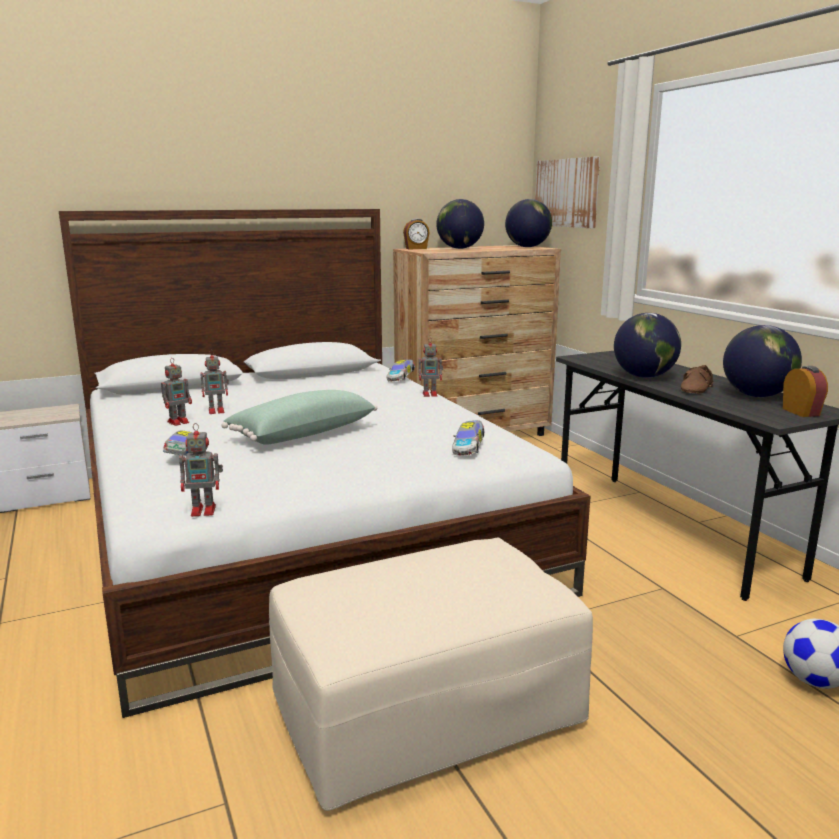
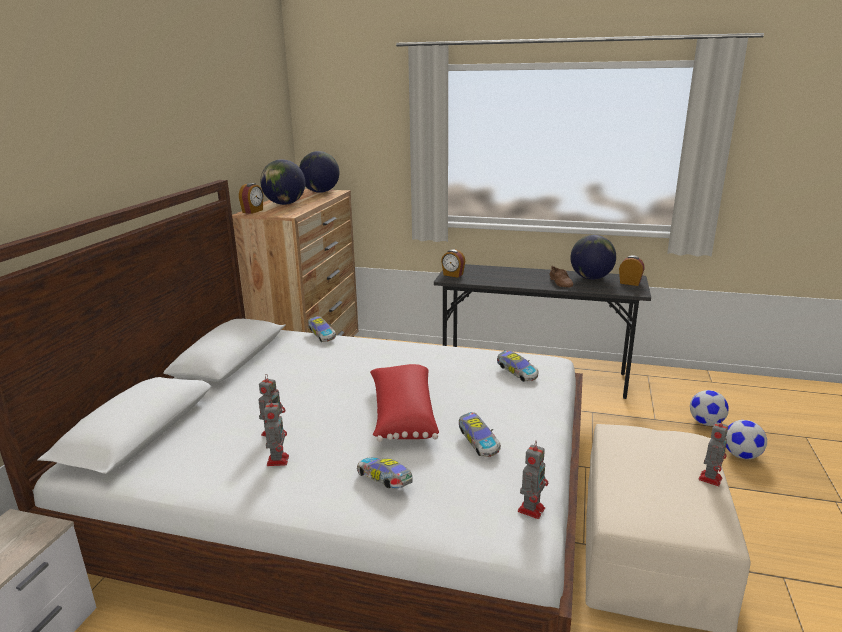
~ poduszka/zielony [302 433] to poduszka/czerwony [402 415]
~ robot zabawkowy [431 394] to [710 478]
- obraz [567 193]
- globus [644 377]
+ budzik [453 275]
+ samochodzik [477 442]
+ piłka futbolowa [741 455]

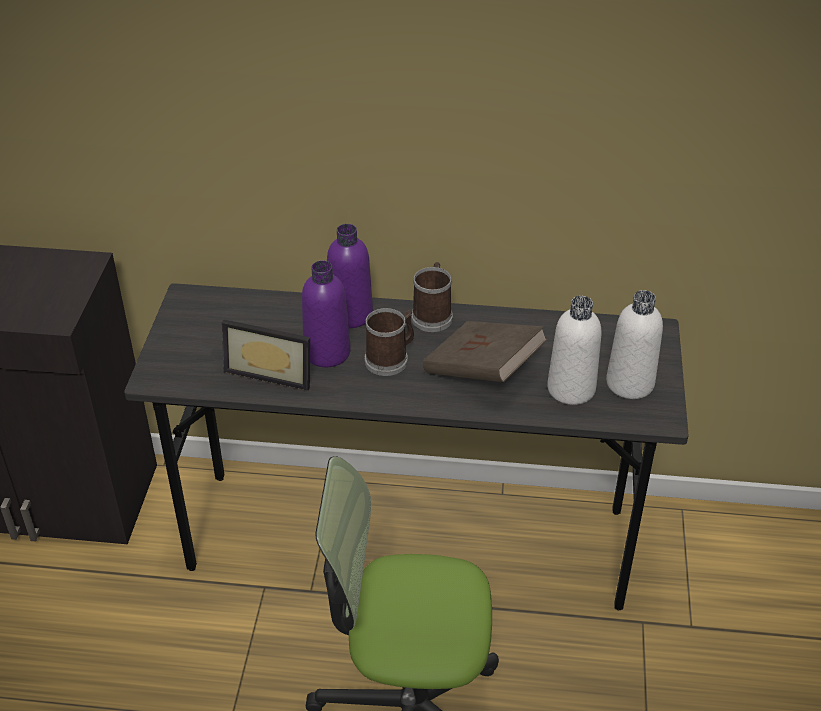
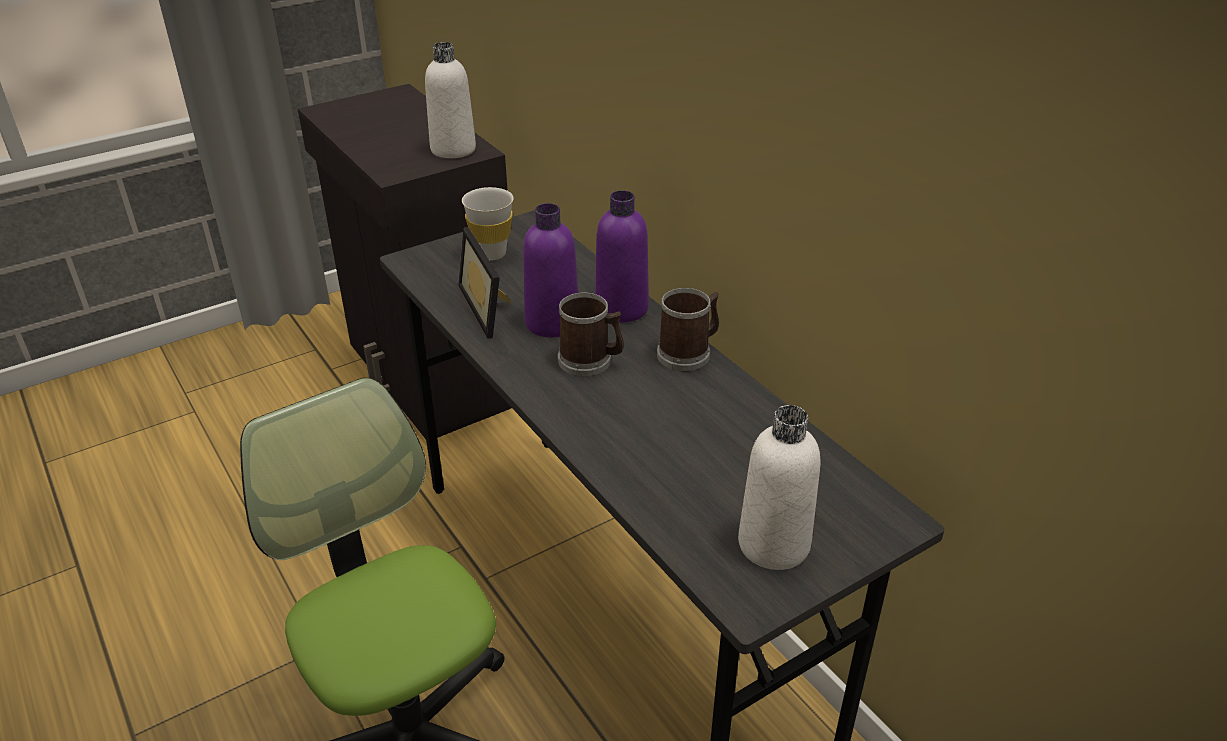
- książka/brązowy [482 371]
~ butelka/biały [571 389] to [453 149]
+ filiżanka/biały [492 254]

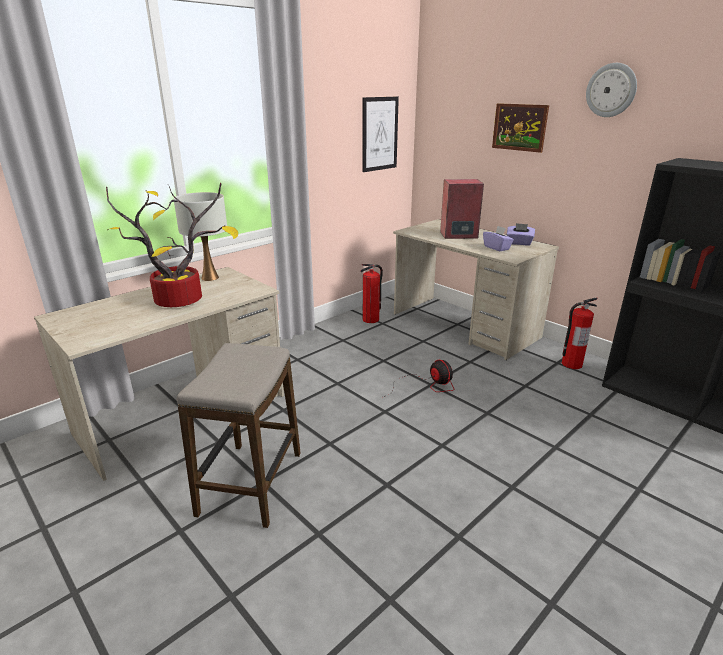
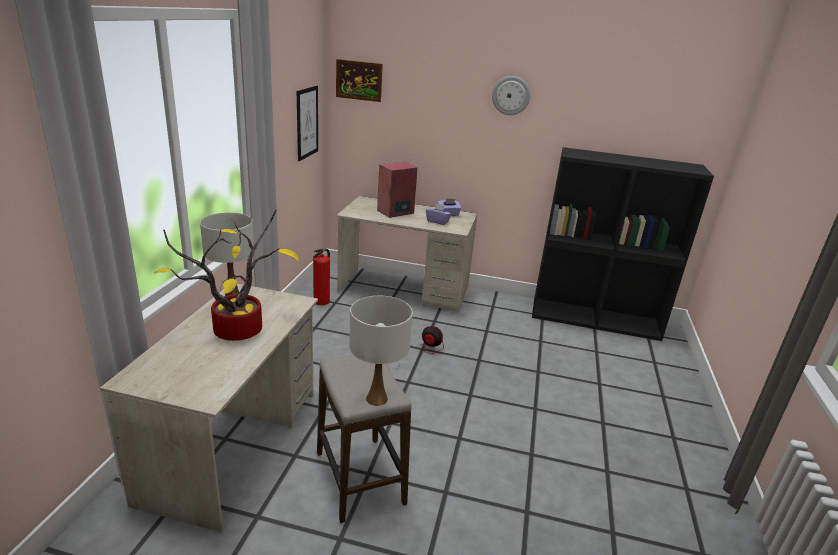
~ obraz [519 127] to [359 80]
- gaśnica [571 364]
+ lampa stołowa/biały [376 398]

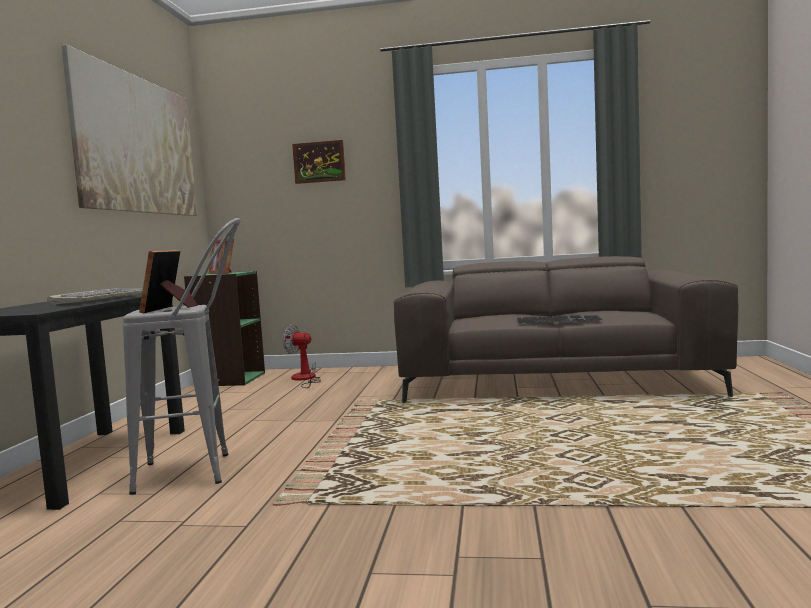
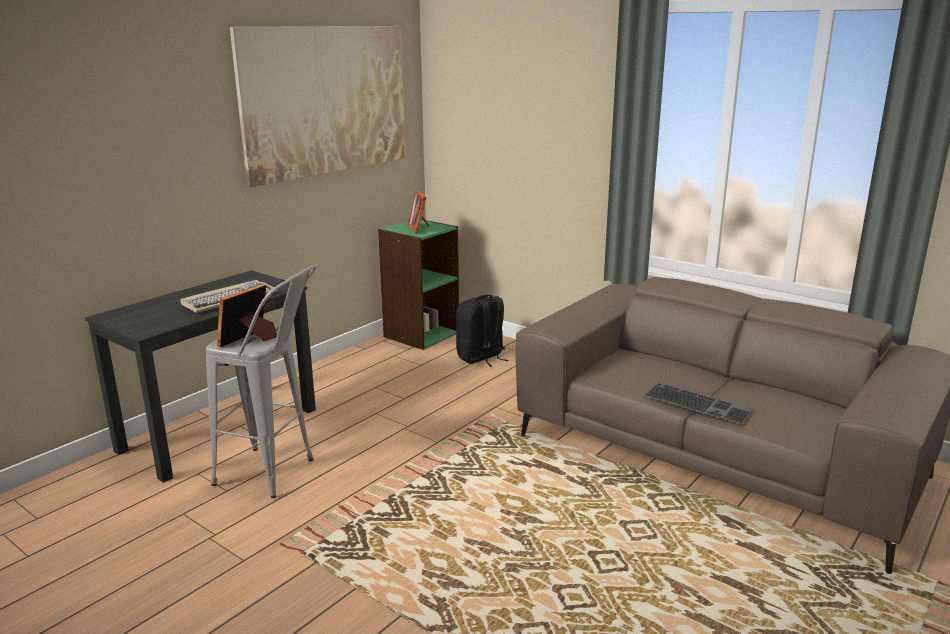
~ wentylator [305 379] to plecak/czarny [481 358]
- obraz [319 162]

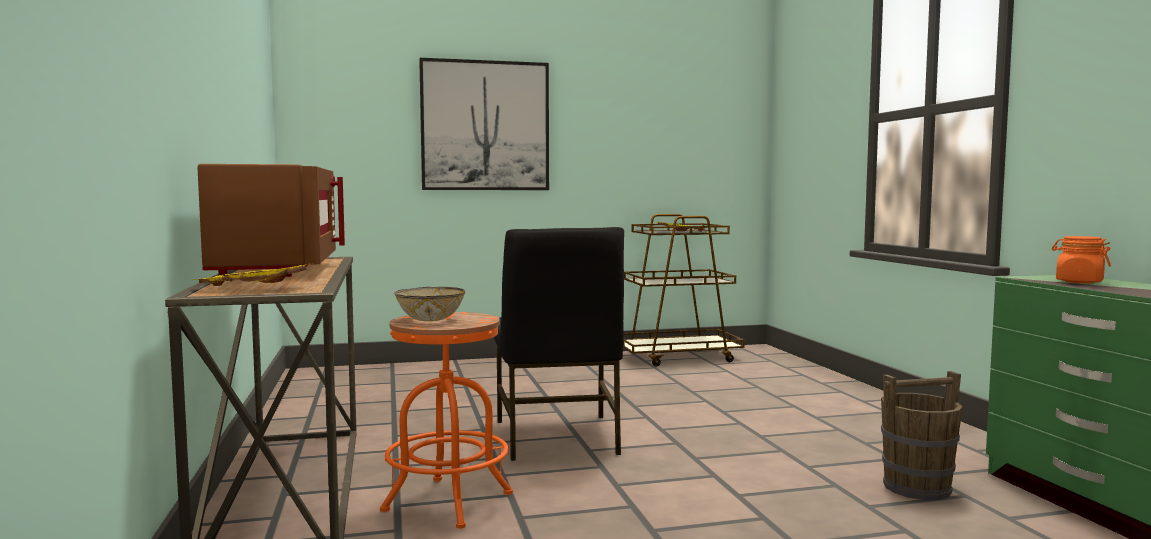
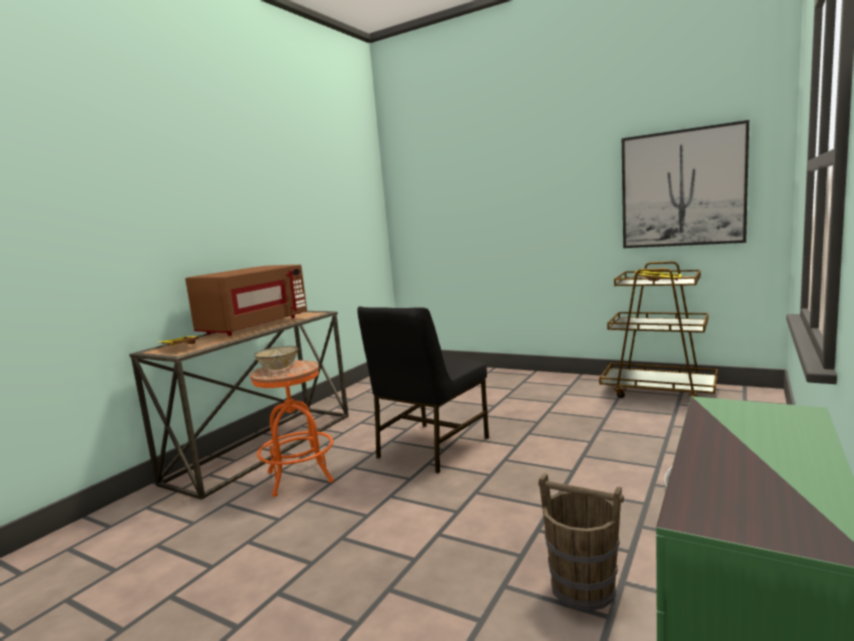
~ obraz [485 126] to [682 188]
- słoik/pomarańczowy [1079 282]

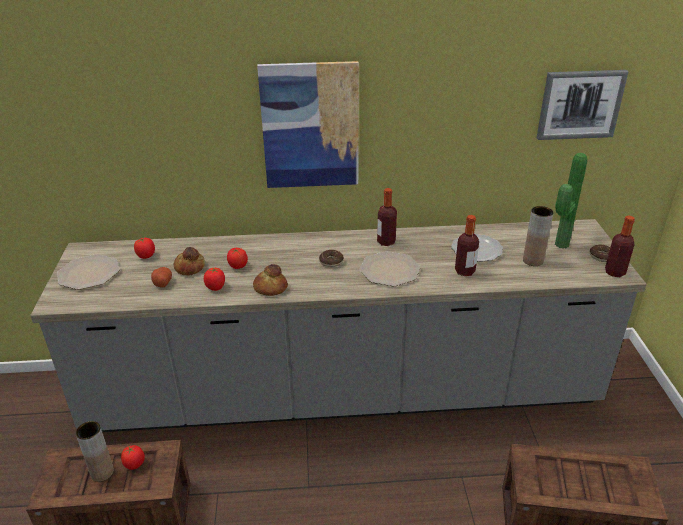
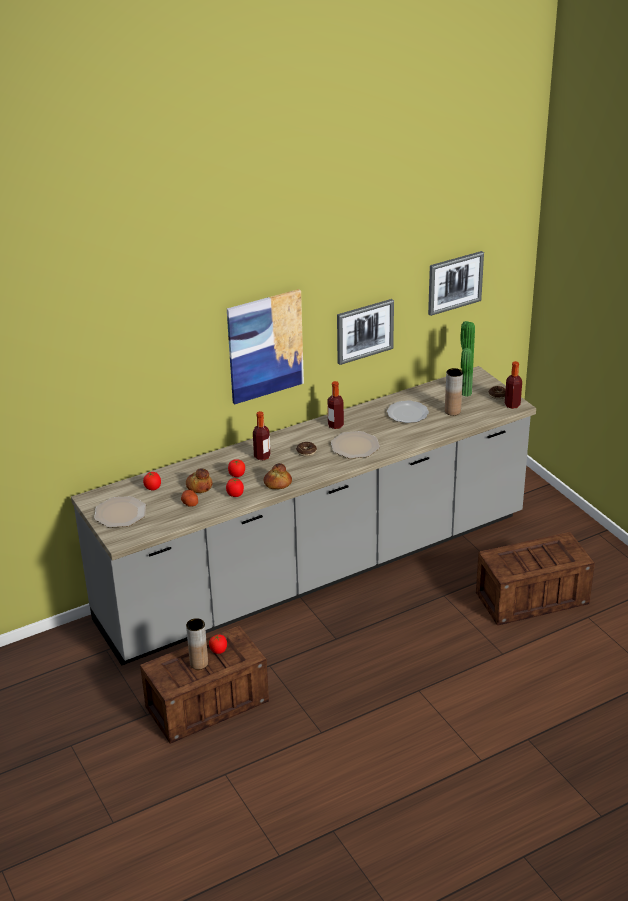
~ butelka [464 271] to [262 456]
+ obraz [364 331]

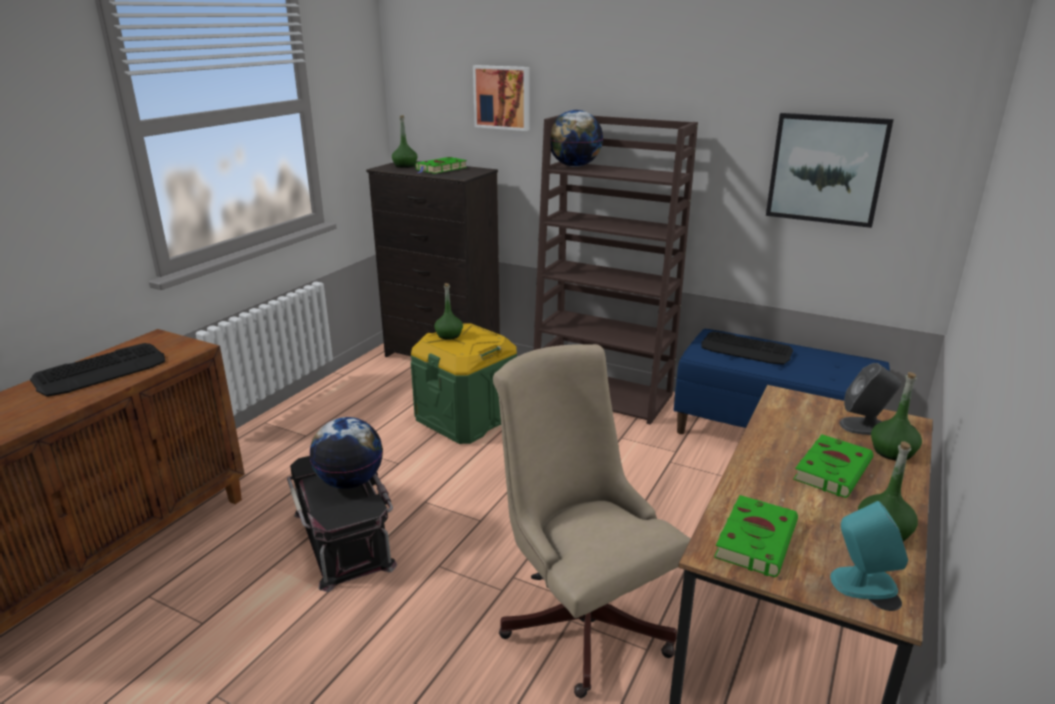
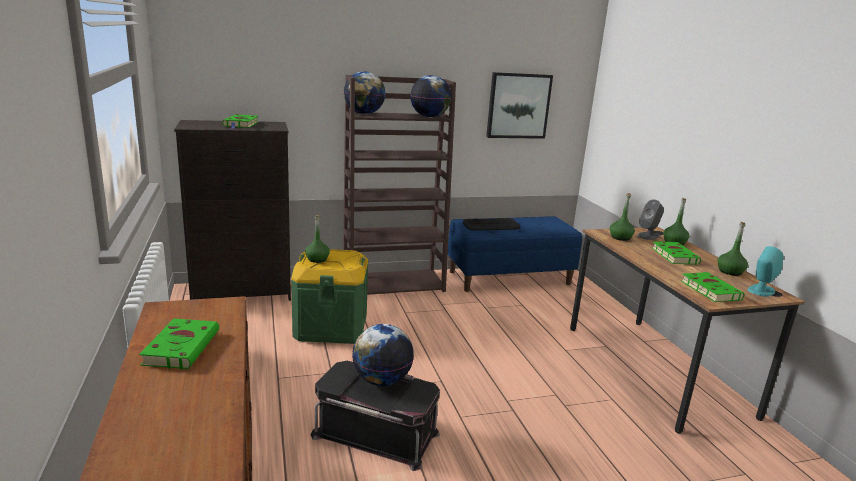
~ klawiatura [101 371] to książka/zielony [182 347]
~ butelka/zielony [405 166] to [620 237]
- obraz [503 97]
- krzesło biurowe/beżowy [581 617]
+ globus [429 117]

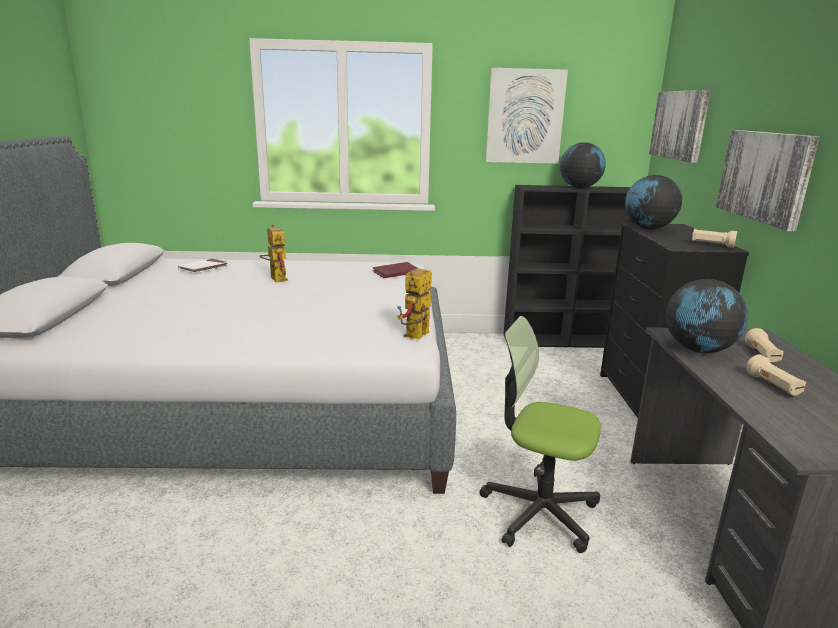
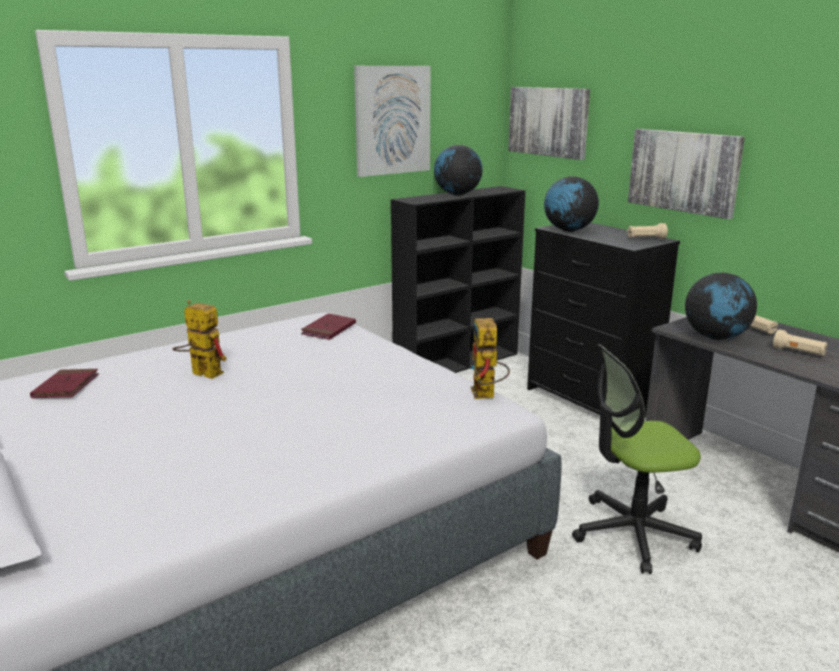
~ książka/biały [203 268] to książka/czerwony [66 387]

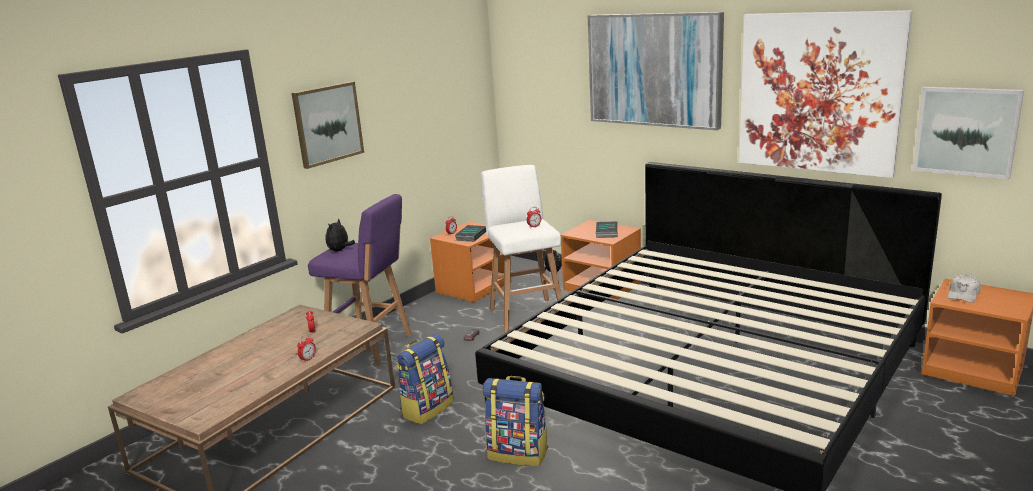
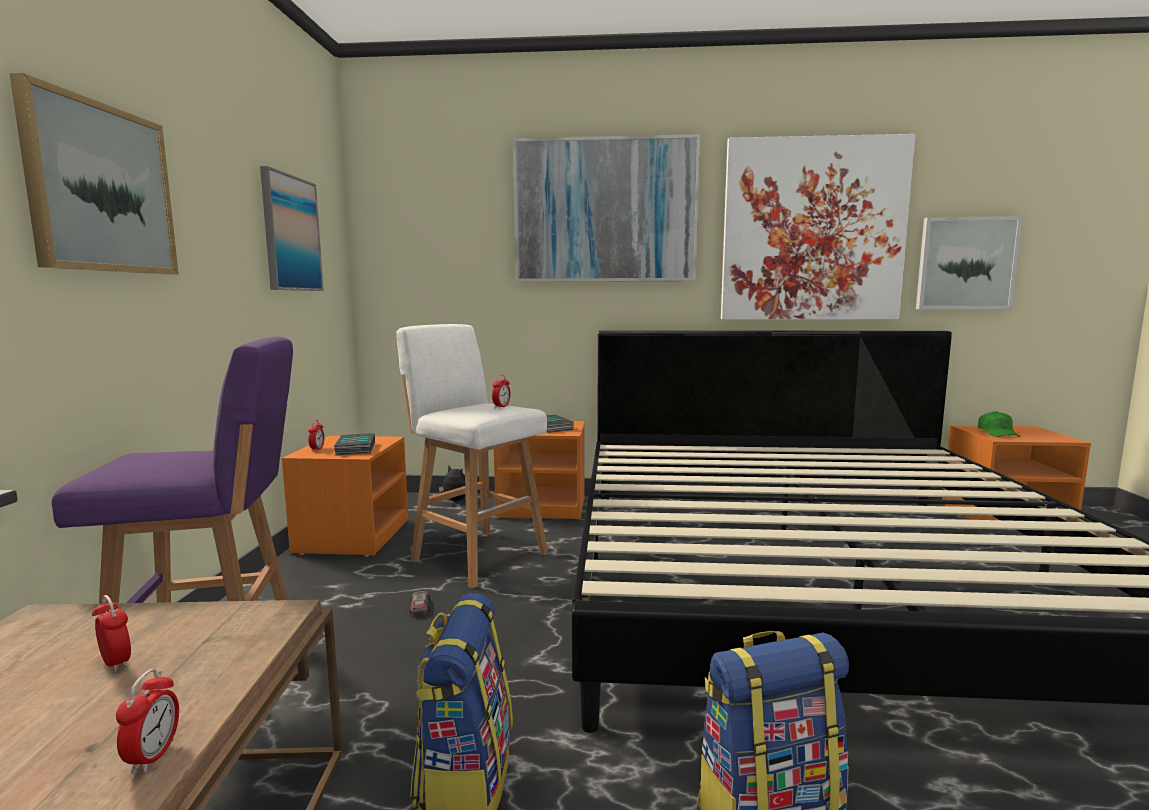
- pluszak [340 250]
~ czapka z daszkiem/biały [963 295] to czapka z daszkiem/zielony [997 433]
+ obraz [291 234]

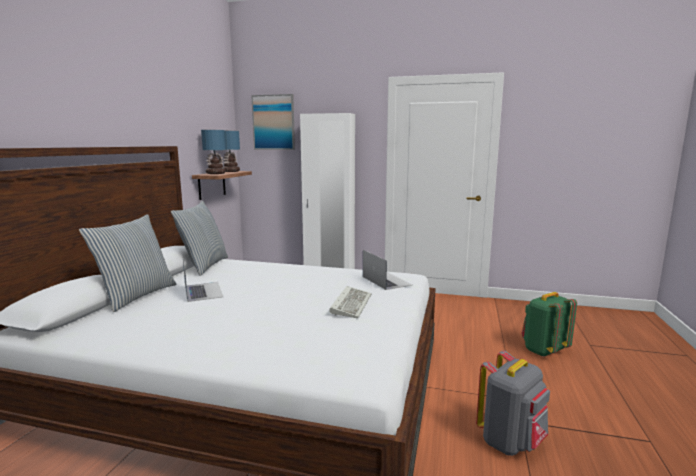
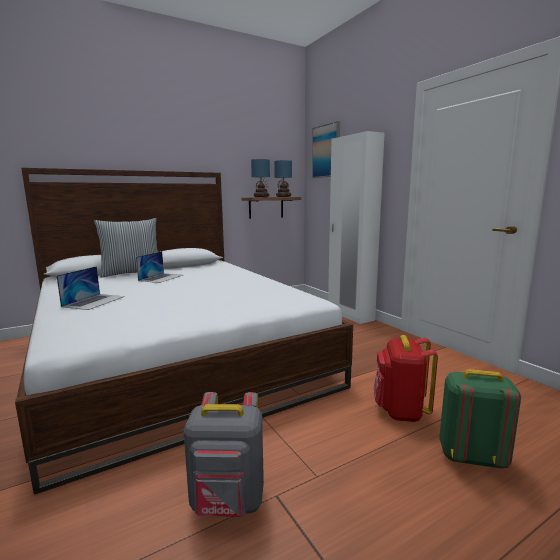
- poduszka [204 266]
- klawiatura [351 304]
~ laptop [386 280] to [94 301]
+ plecak/czerwony [400 411]

